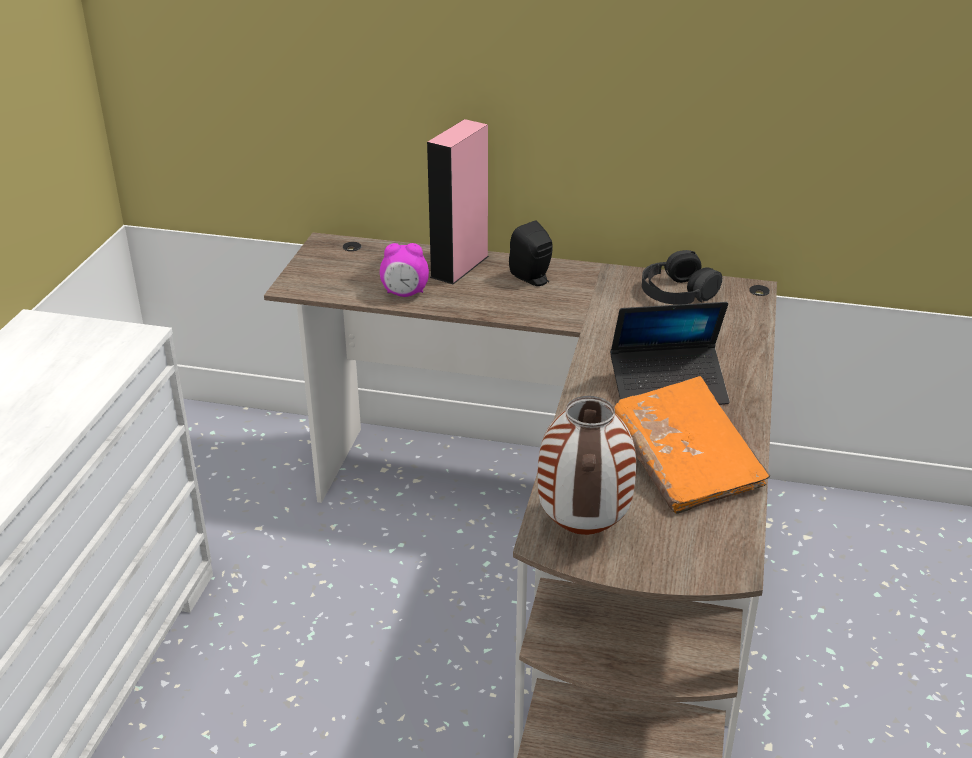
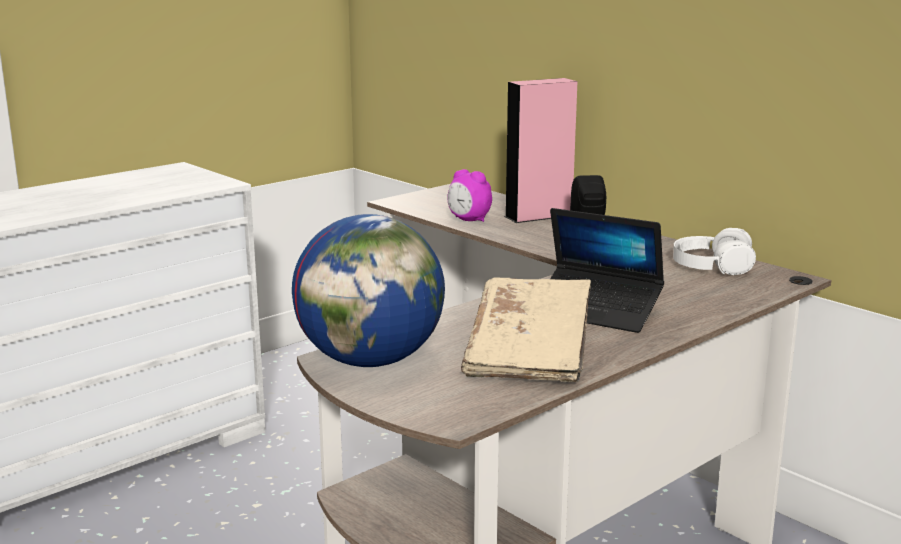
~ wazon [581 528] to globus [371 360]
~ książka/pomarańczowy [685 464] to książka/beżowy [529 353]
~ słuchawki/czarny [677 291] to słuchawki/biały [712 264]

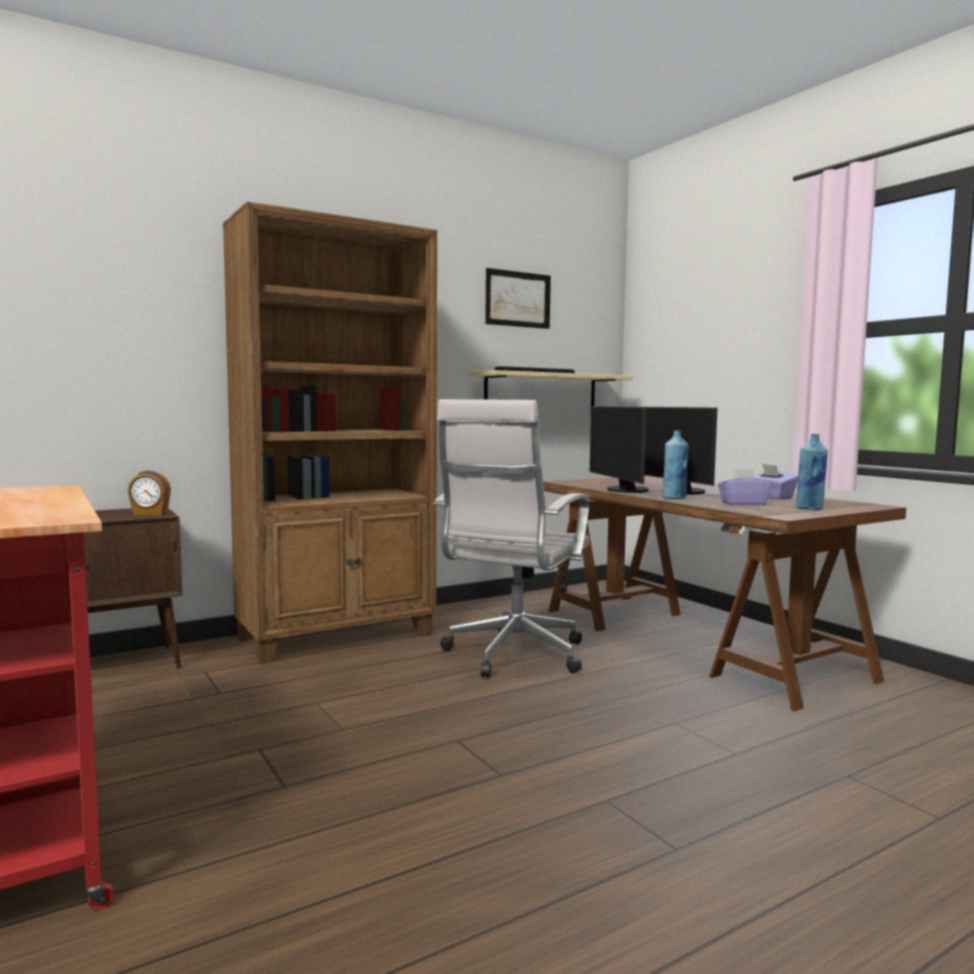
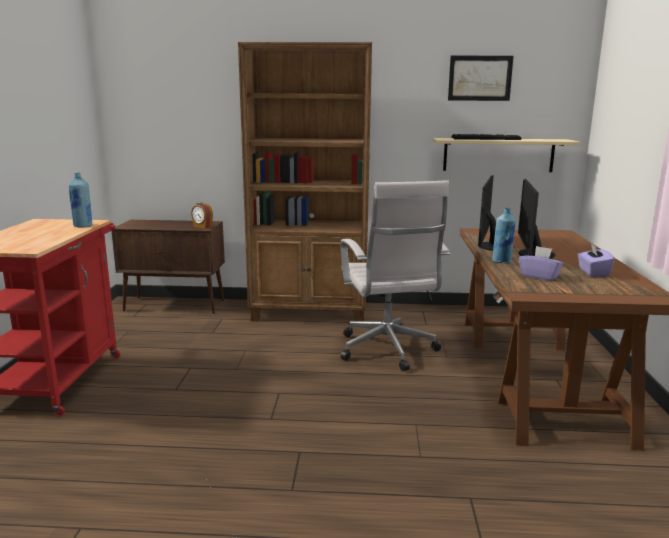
~ krzesło biurowe/biały [512 656] = [388 351] 75 degrees counterclockwise
~ butelka/niebieski [809 509] to [83 226]

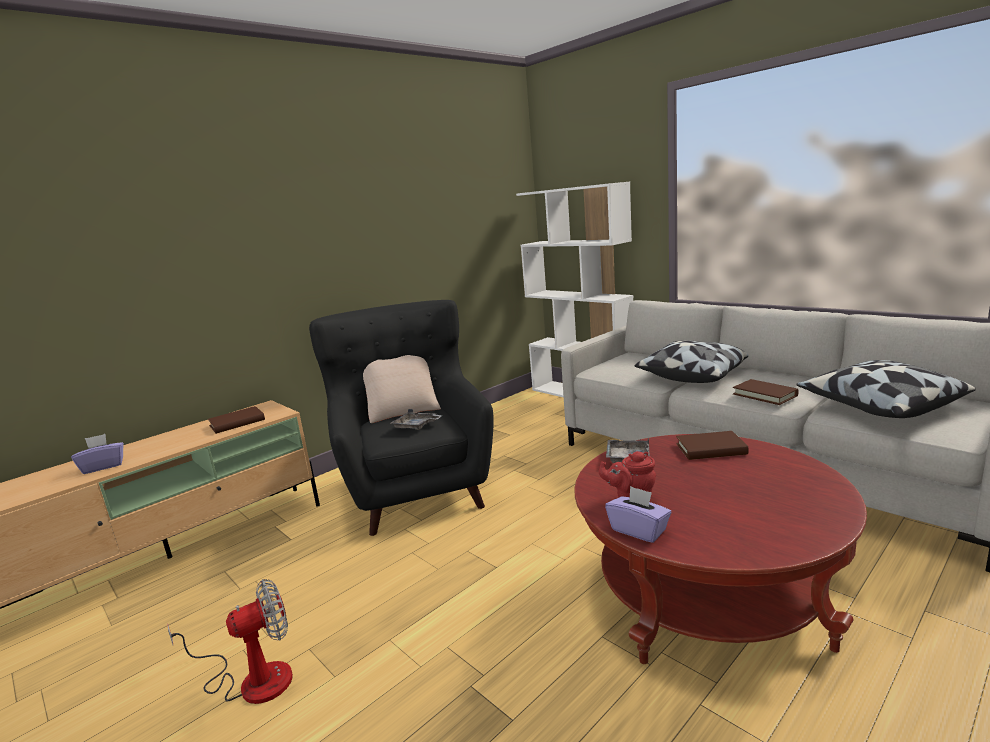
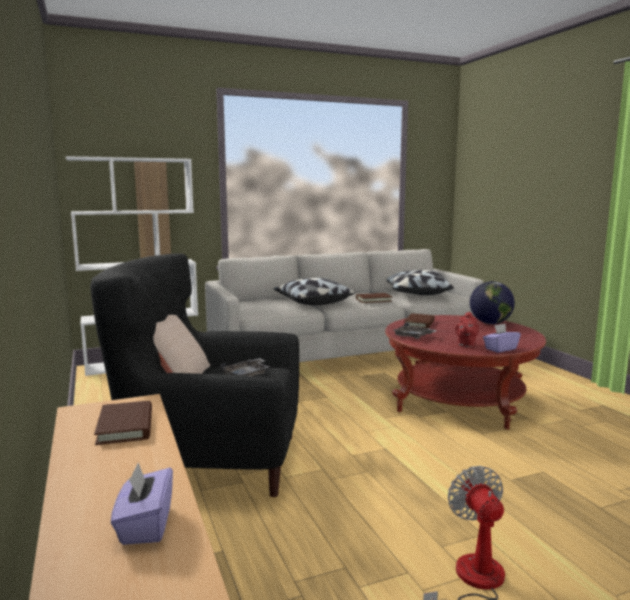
+ globus [490 323]

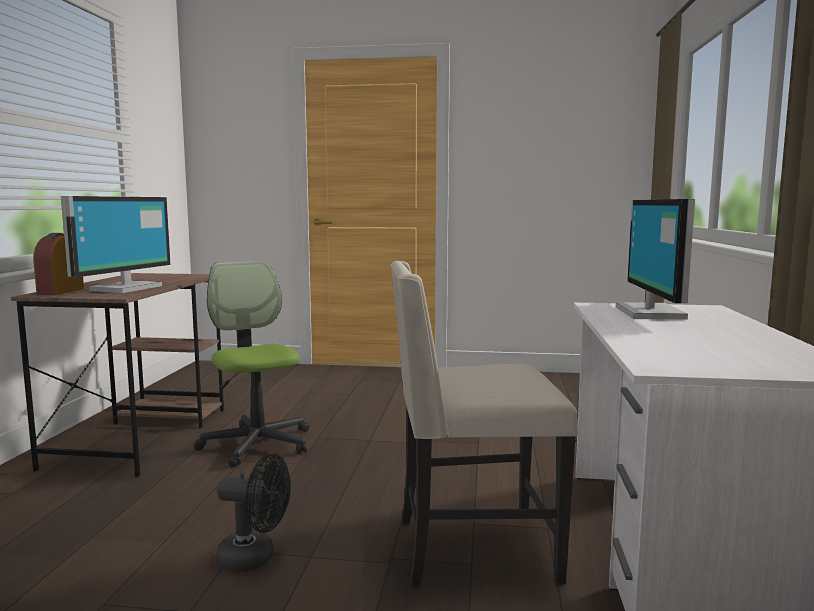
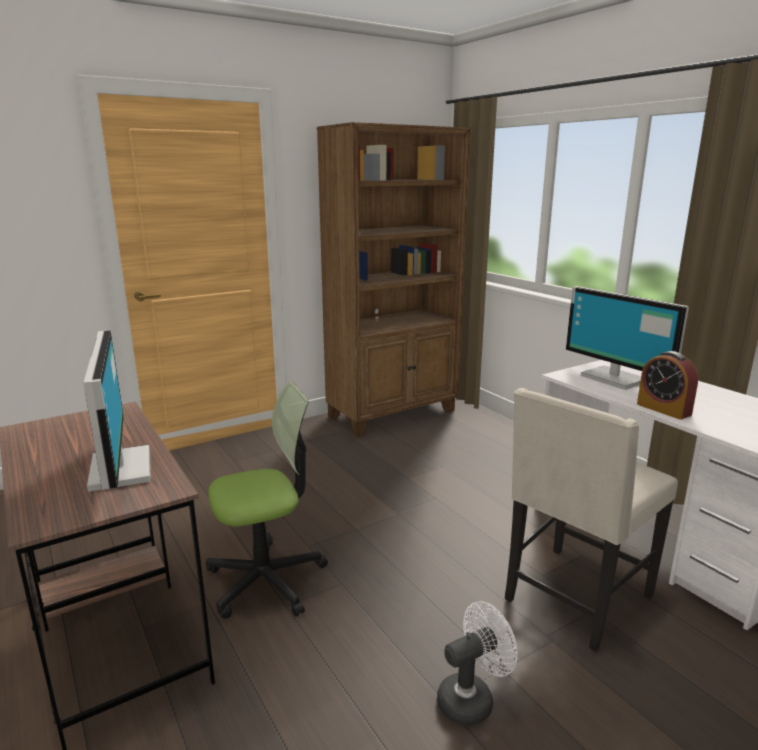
~ budzik [61 291] to [663 409]
~ krzesło biurowe [257 444] = [266 580] 135 degrees clockwise
~ wentylator/czarny [255 559] to wentylator/biały [472 699]
+ regał/brązowy [393 413]

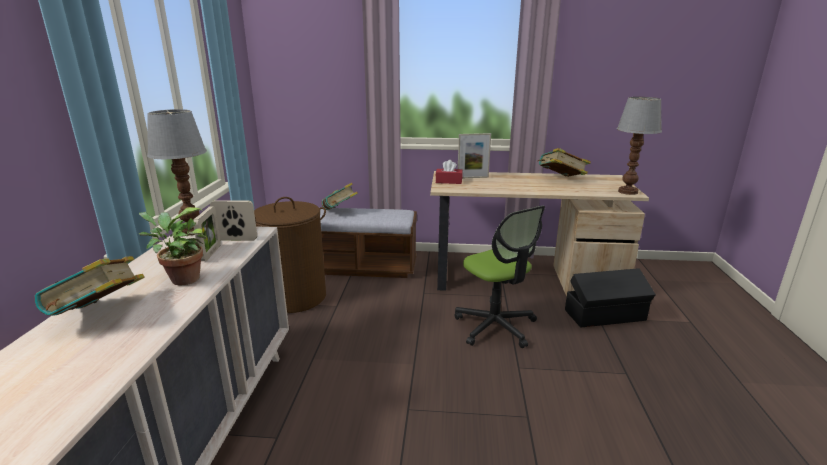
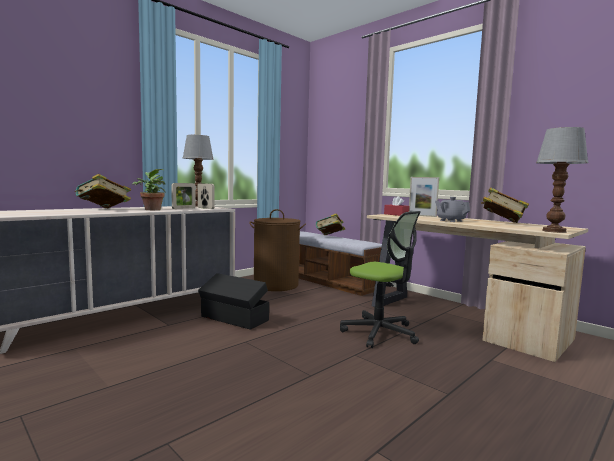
~ krzesło biurowe [495 326] = [380 333] 60 degrees counterclockwise
~ pojemnik do przechowywania/czarny [606 316] to [234 319]
+ imbryk/szary [450 221]

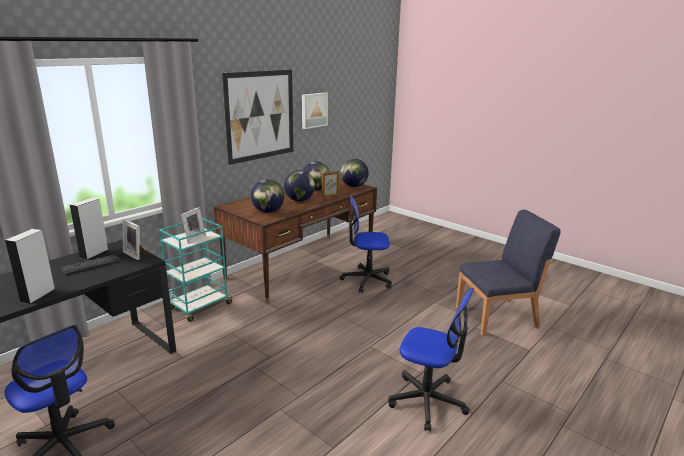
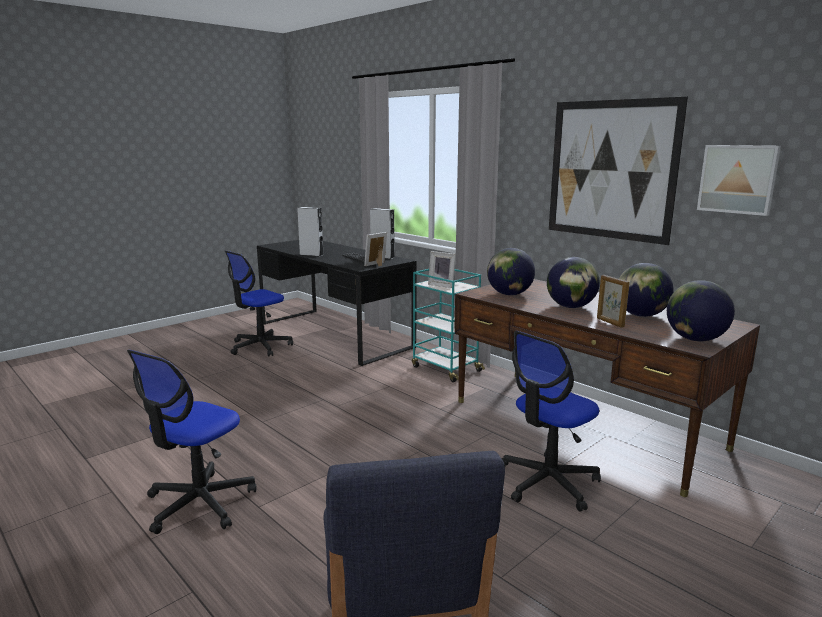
~ krzesło biurowe [367 280] = [547 482] 135 degrees counterclockwise

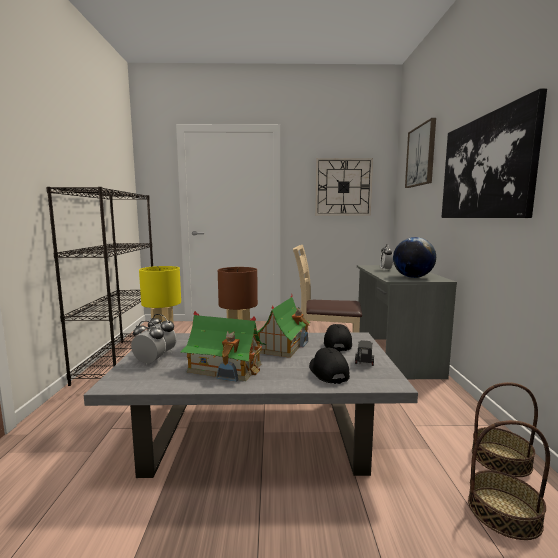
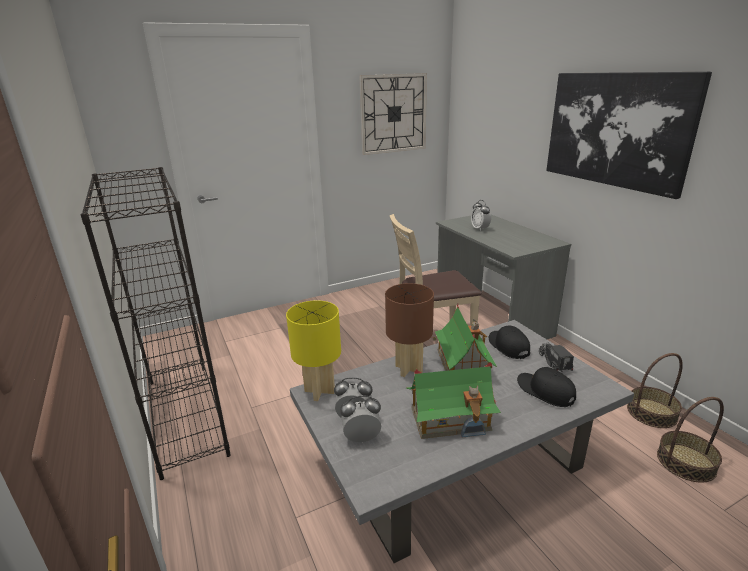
- globus [413 277]
- obraz [421 156]

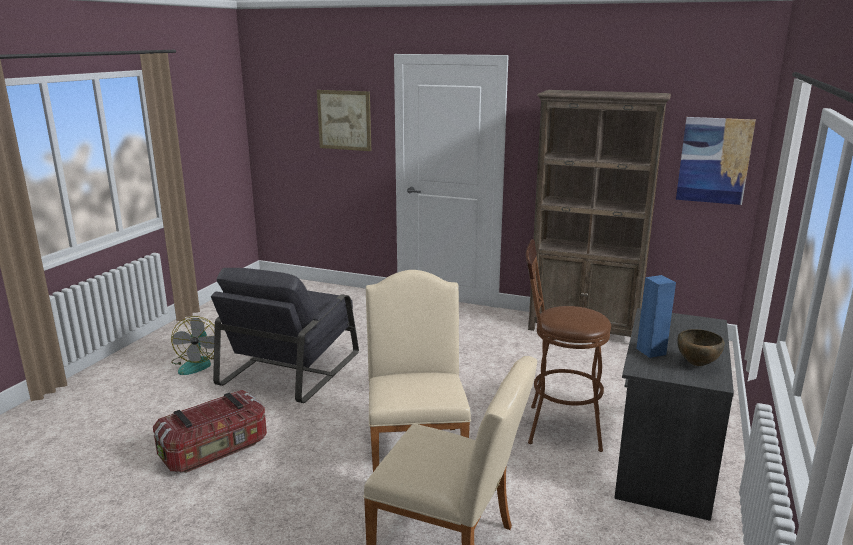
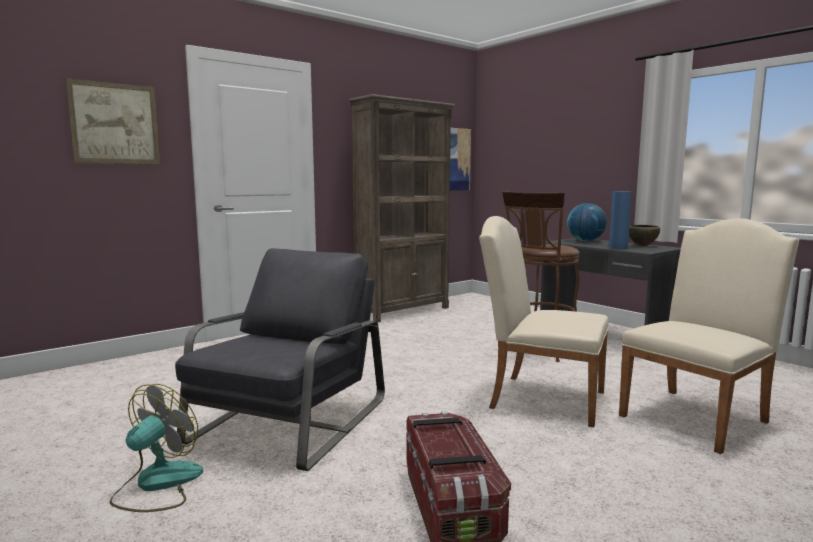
~ wentylator [196 363] = [157 485] 90 degrees counterclockwise
~ fotel/szary [291 367] = [289 421] 120 degrees counterclockwise
+ globus [585 241]

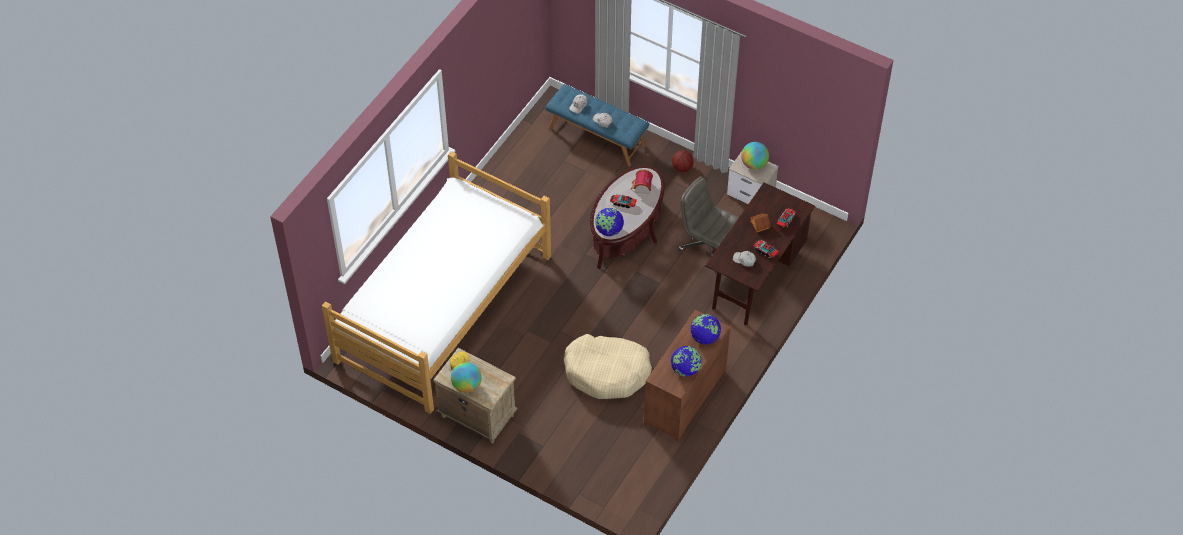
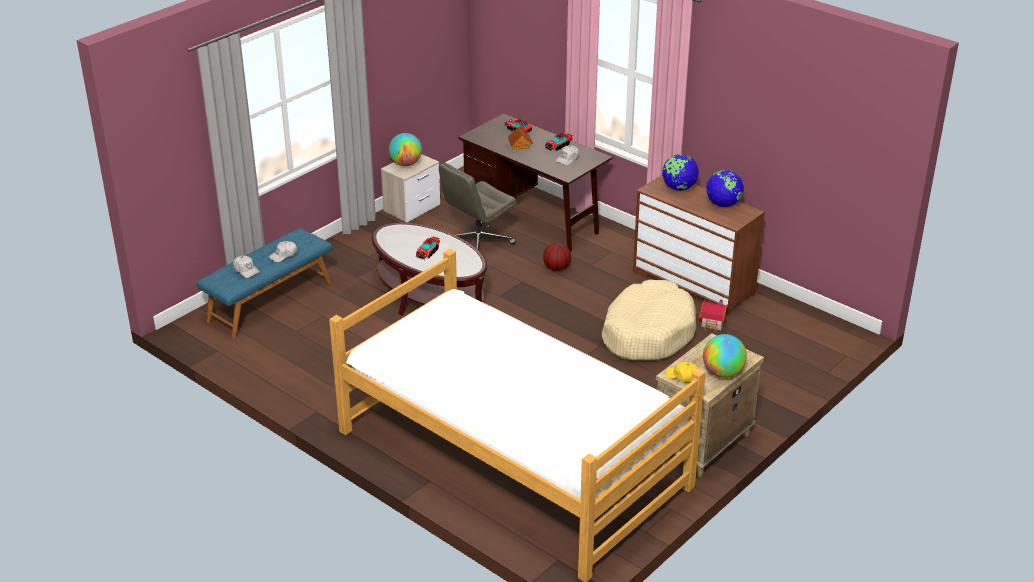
- globus [609 230]
~ domek [641 187] to [713 324]
~ piłka do koszykówki [682 168] to [556 268]

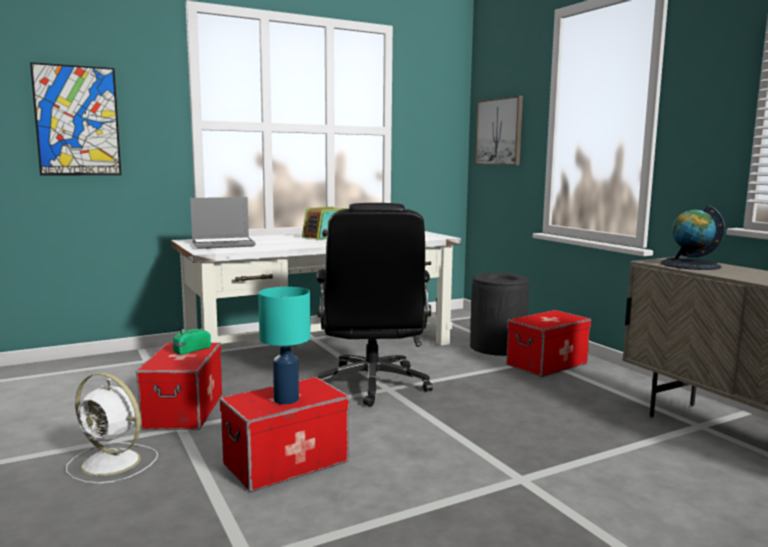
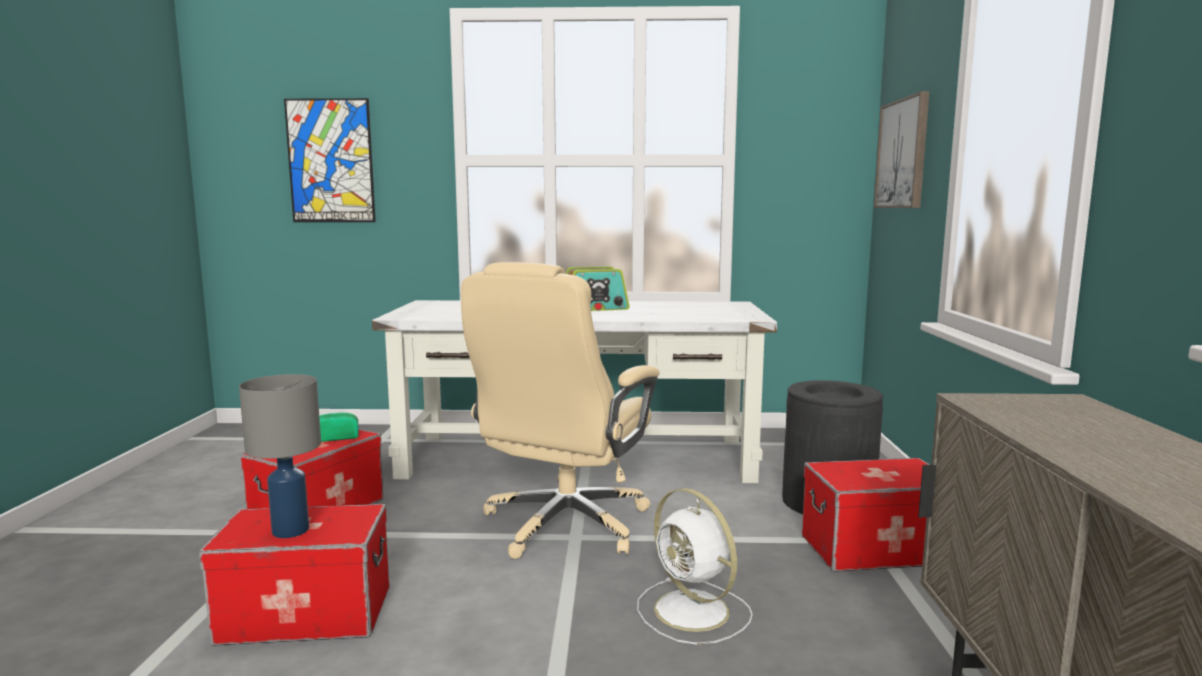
~ wentylator/biały [113 463] to [694 612]
- laptop [224 244]
~ lampa stołowa/turkusowy [285 399] to lampa stołowa/szary [290 530]
~ krzesło biurowe/czarny [372 384] to krzesło biurowe/beżowy [564 525]
- globus [690 265]

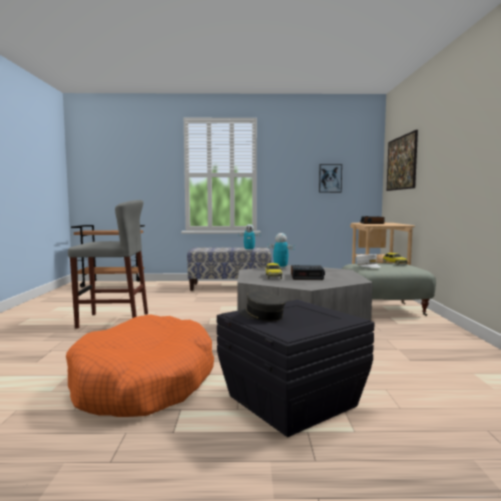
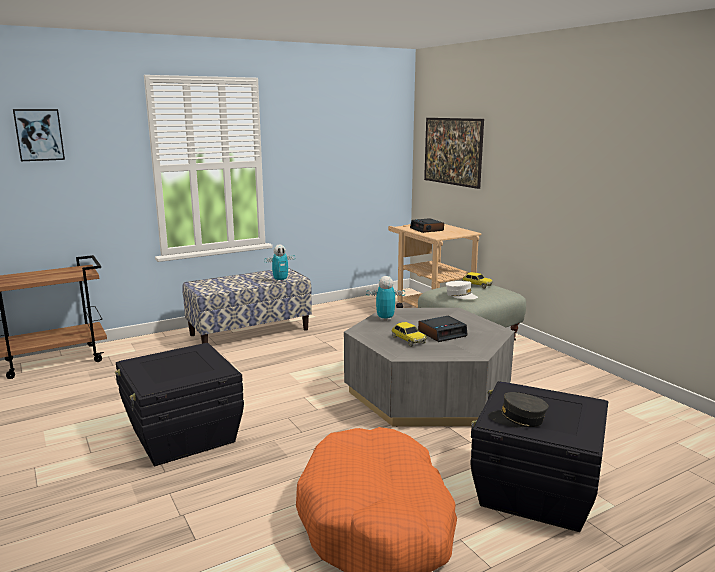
~ stołek/szary [113 320] to pojemnik do przechowywania/czarny [183 436]
~ obraz [330 178] to [39 135]

